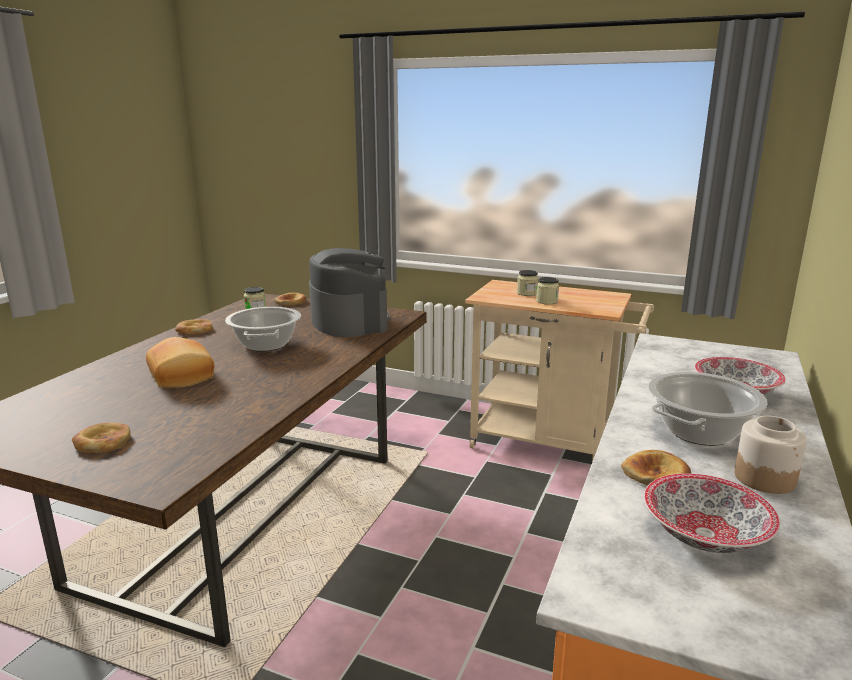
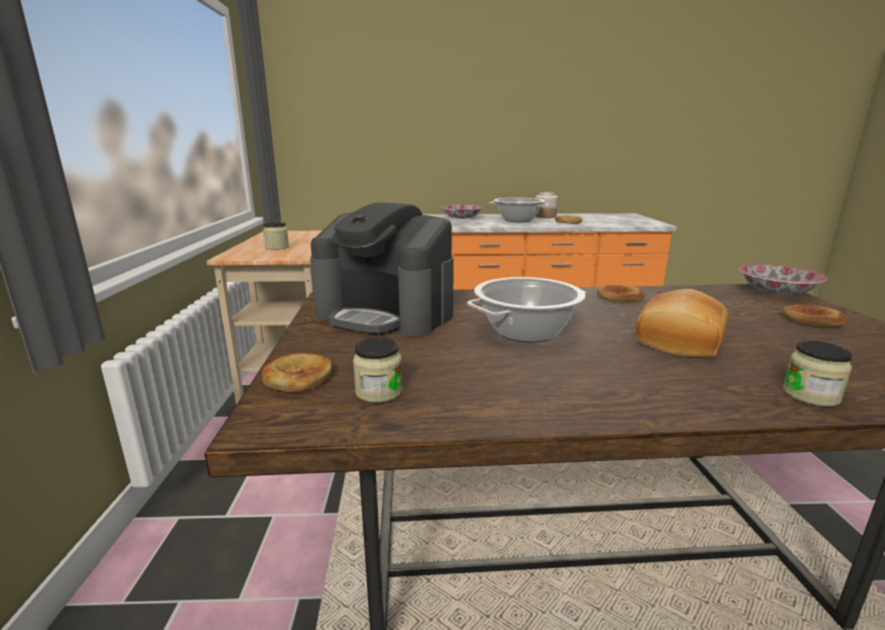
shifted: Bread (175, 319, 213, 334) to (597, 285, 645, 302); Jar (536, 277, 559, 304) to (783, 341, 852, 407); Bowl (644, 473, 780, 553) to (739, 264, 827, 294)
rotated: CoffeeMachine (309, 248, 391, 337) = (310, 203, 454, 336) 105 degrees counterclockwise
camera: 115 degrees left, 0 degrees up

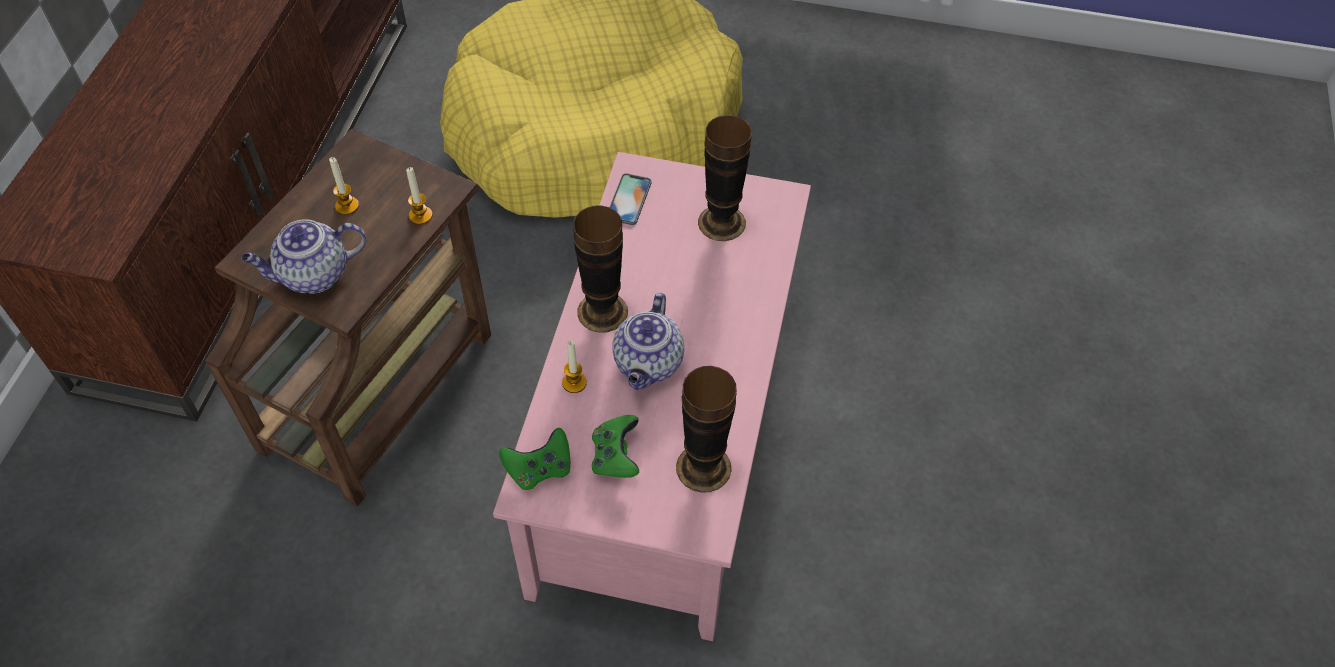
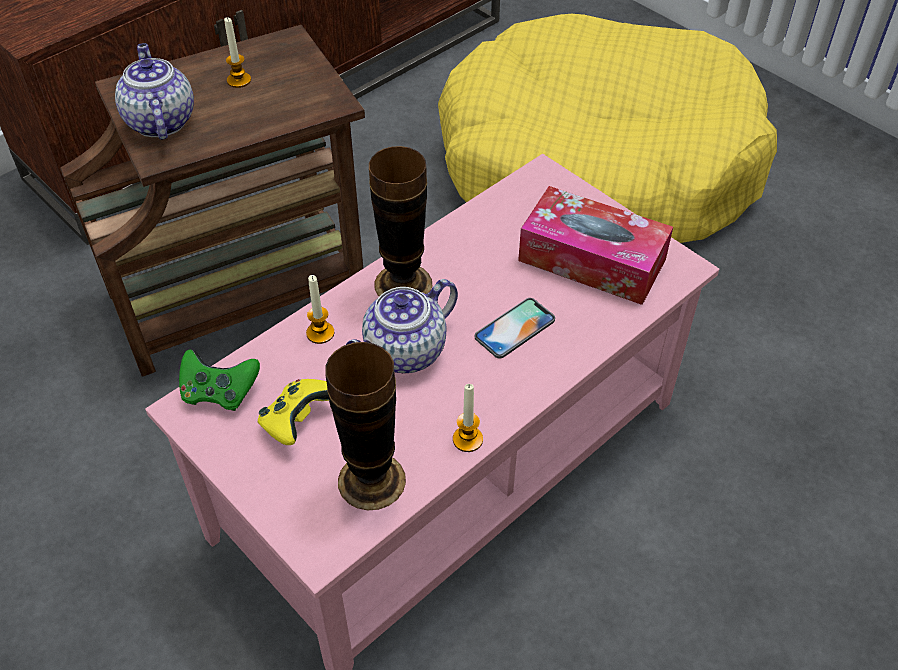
shifted: Candle (406, 167, 433, 225) to (453, 384, 483, 452); Phone (609, 173, 651, 225) to (475, 298, 555, 359)
swapped: Vase (698, 115, 752, 241) to TissueBox (518, 186, 673, 305)
repainted: GreenGameController (592, 415, 639, 478) to YellowGameController (257, 379, 329, 445)
rotated: Teapot (241, 219, 366, 294) = (115, 43, 194, 140) 60 degrees clockwise
camera: 35 degrees right, 5 degrees down

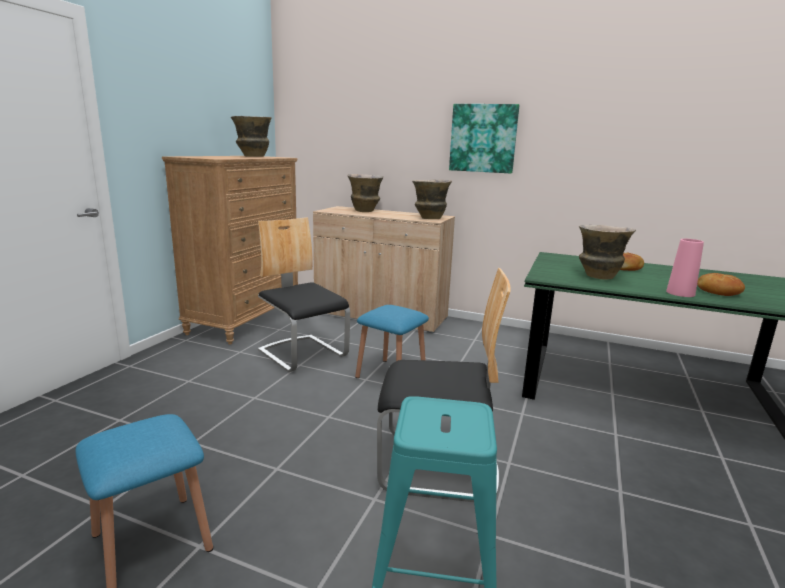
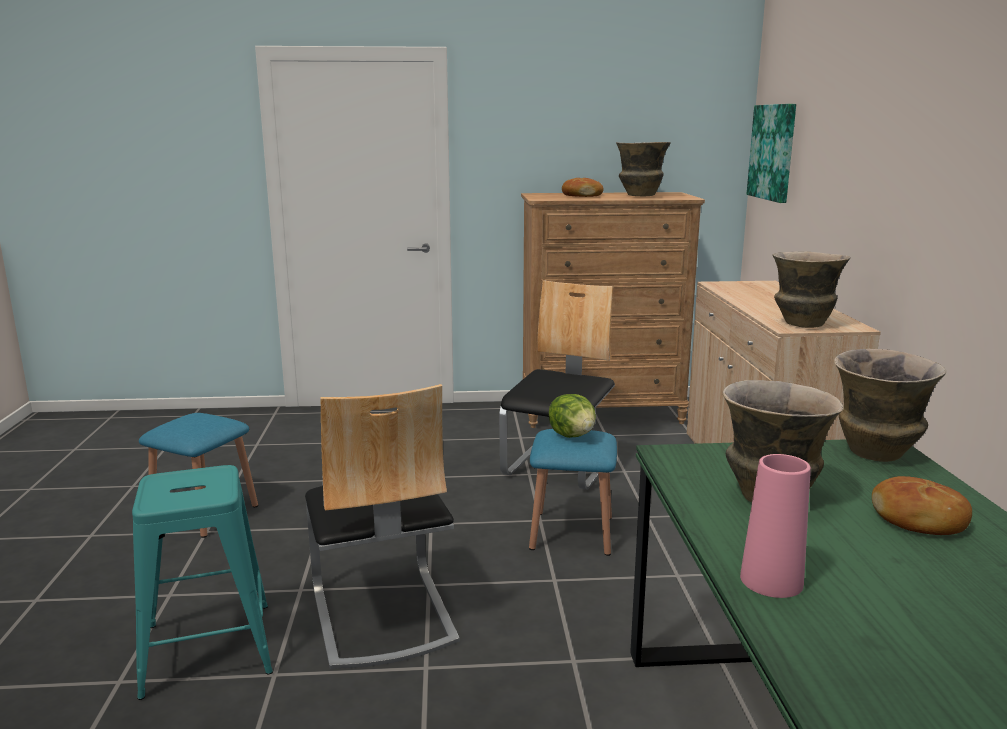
new: Lettuce (549, 394, 596, 438)
shifted: Vase (347, 174, 384, 212) to (834, 349, 946, 462); Picture (449, 104, 520, 174) to (747, 104, 796, 203); Bread (697, 273, 745, 296) to (562, 178, 604, 197)
camera: 65 degrees right, 0 degrees up

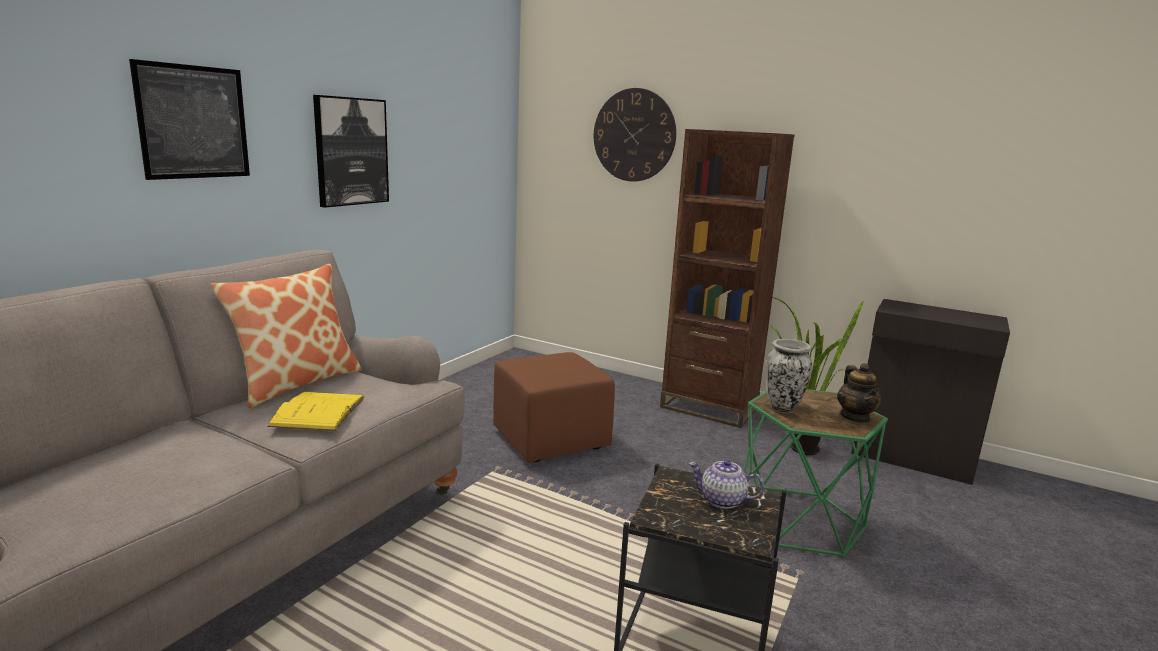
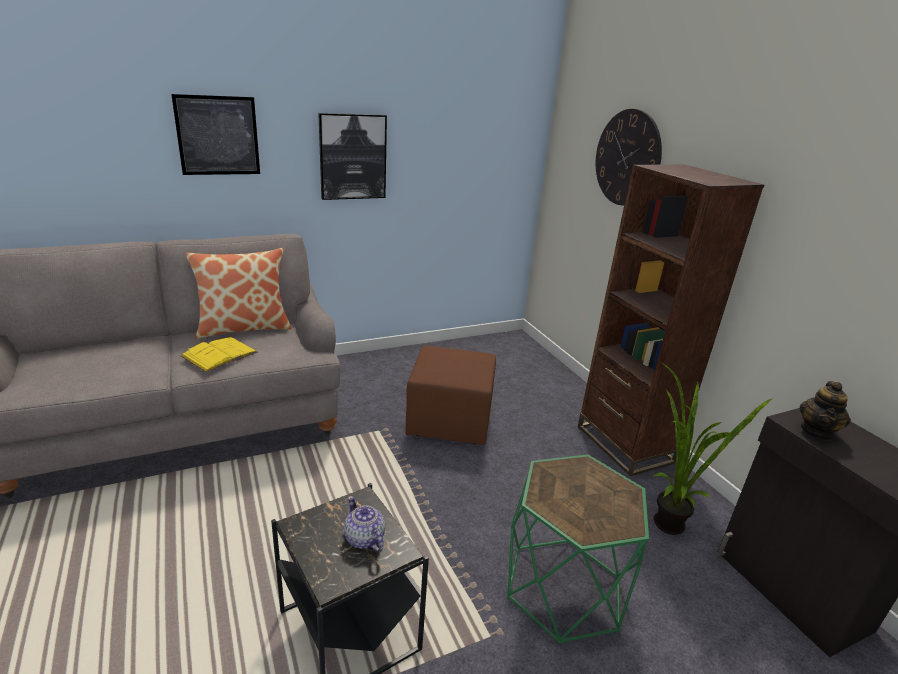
gone: Vase (766, 339, 812, 413)
shifted: Teapot (837, 363, 881, 423) to (800, 381, 851, 441)
camera: 35 degrees right, 10 degrees up

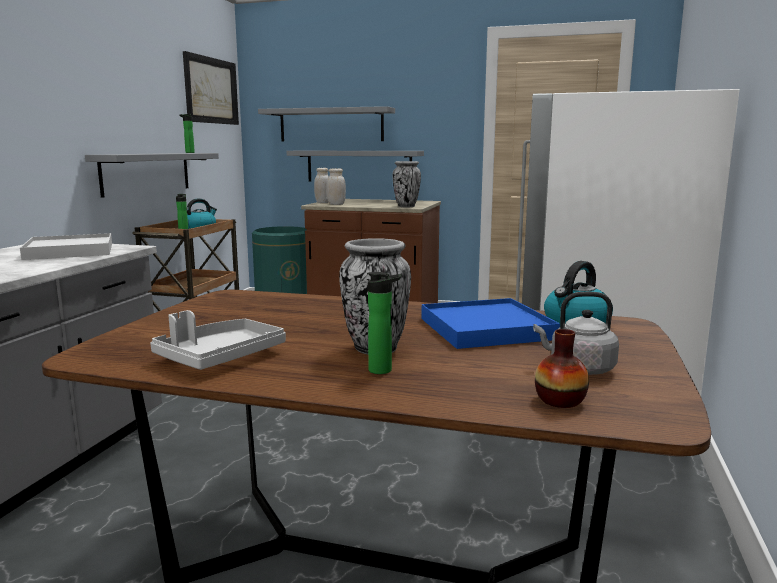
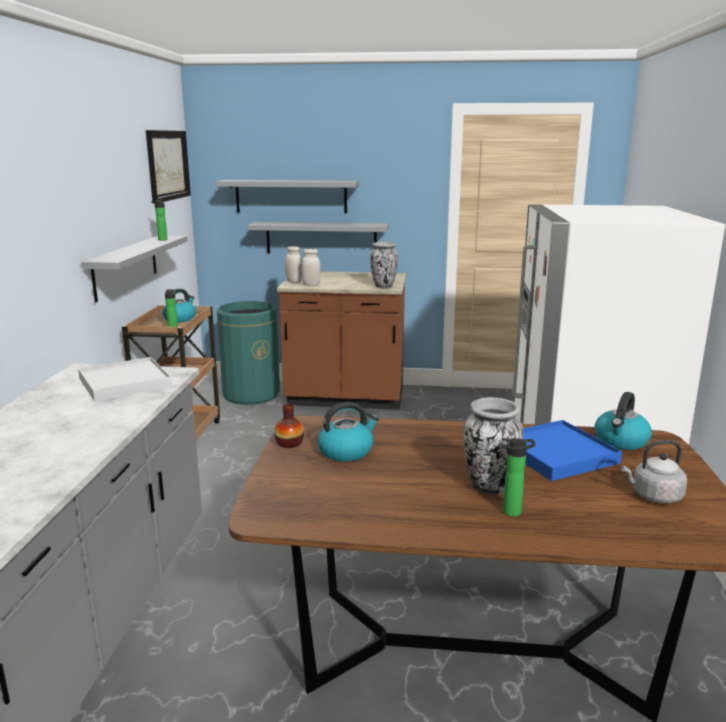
gone: GreyTray (150, 310, 286, 370)
new: Kettle (318, 402, 379, 462)
shifted: Vase (535, 329, 589, 408) to (274, 404, 304, 448)
camera: 10 degrees left, 5 degrees up

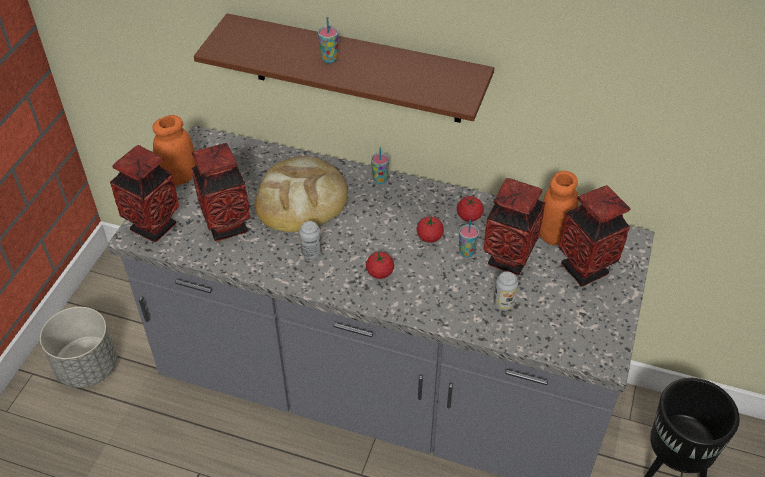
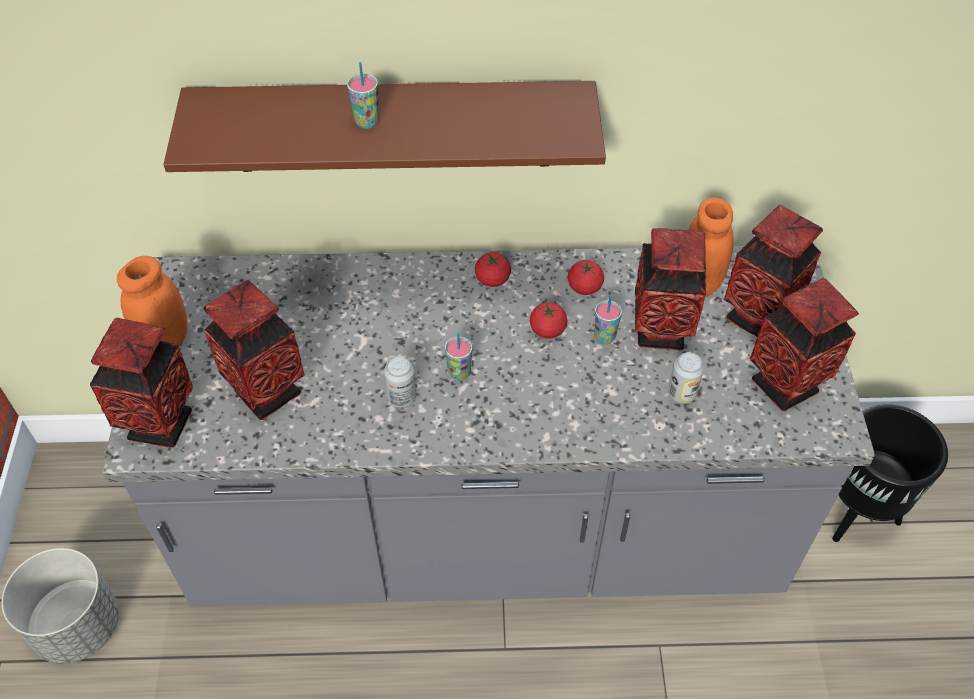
gone: Bread (254, 156, 348, 232)
new: Vase (749, 278, 859, 411)
shifted: Tomato (366, 251, 394, 279) to (475, 252, 511, 287); Cup (371, 147, 389, 184) to (445, 333, 472, 381)
camera: 20 degrees left, 5 degrees up

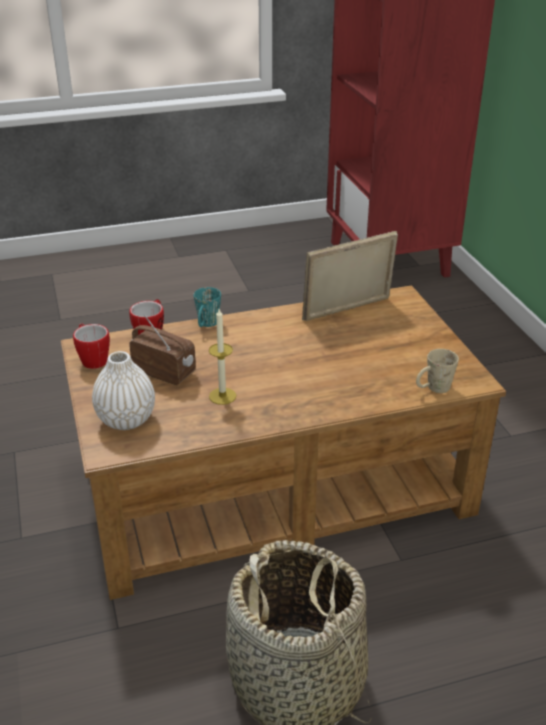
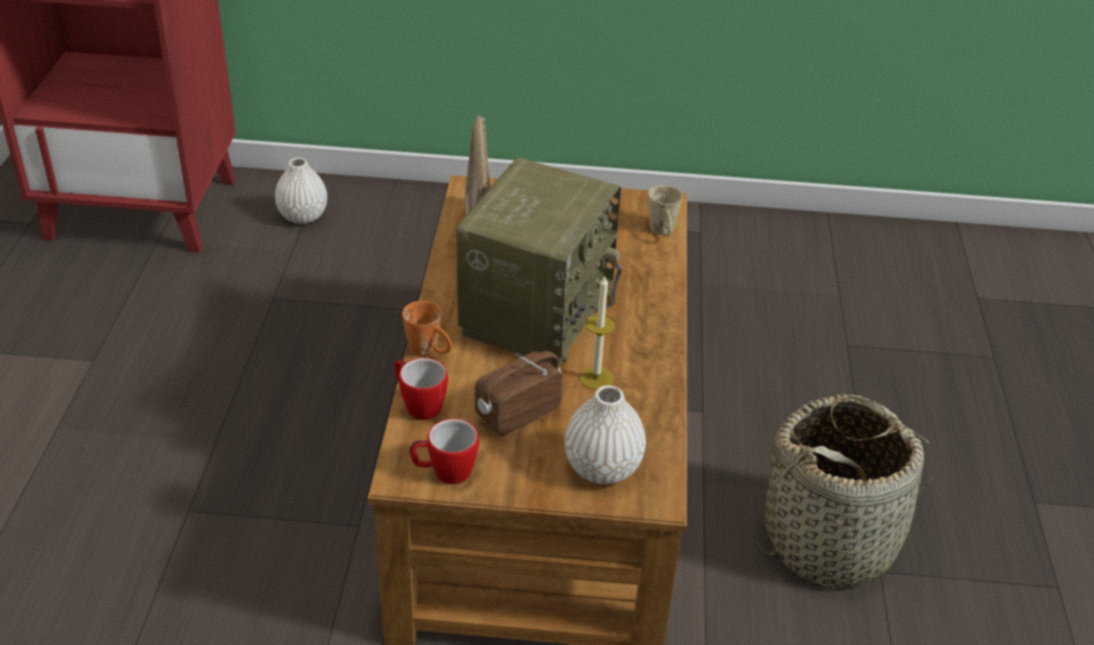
new: WhiteVase (275, 158, 327, 224); Radio (456, 158, 621, 366)
repainted: TurquoiseMug (194, 287, 221, 327) to OrangeMug (402, 301, 452, 357)
camera: 70 degrees left, 5 degrees up

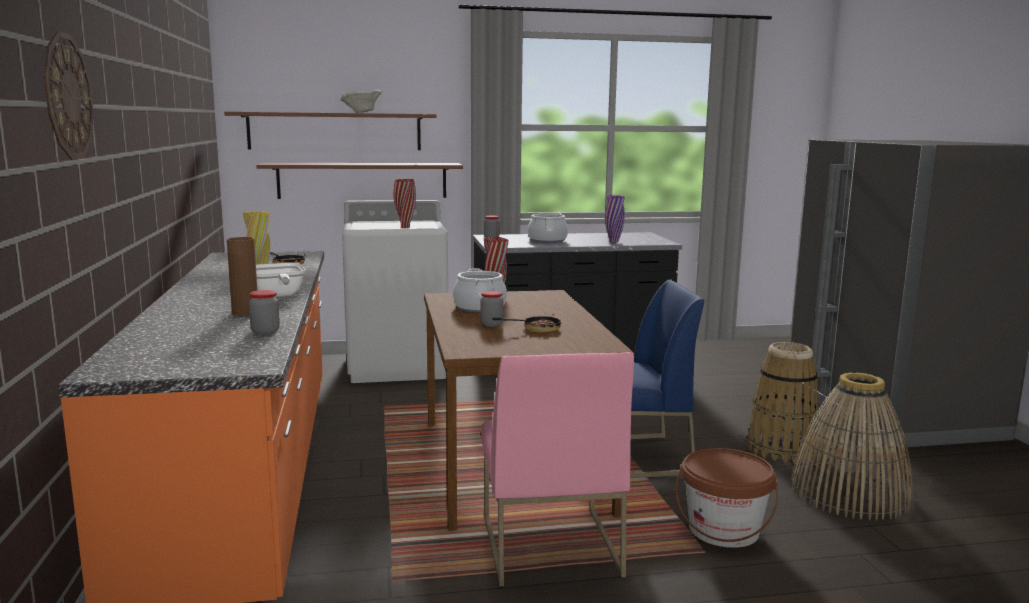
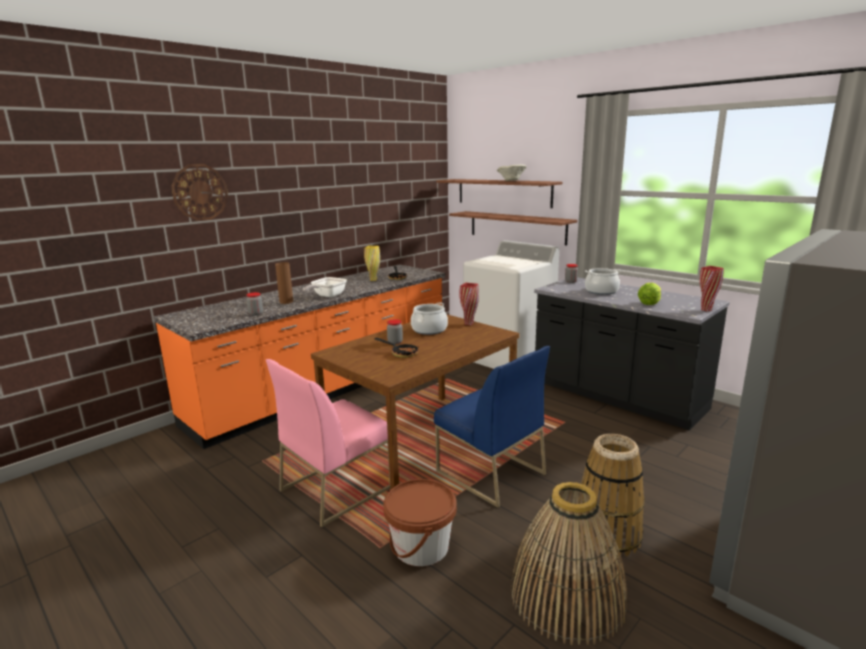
shifted: RedVase (394, 179, 416, 228) to (700, 266, 724, 312)
swapped: PurpleVase (605, 195, 625, 242) to Lettuce (638, 283, 661, 305)
camera: 55 degrees right, 5 degrees up

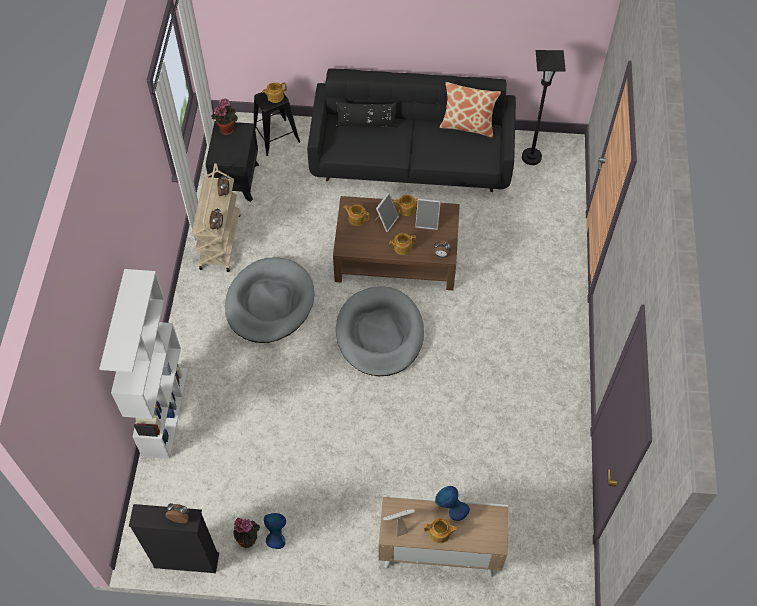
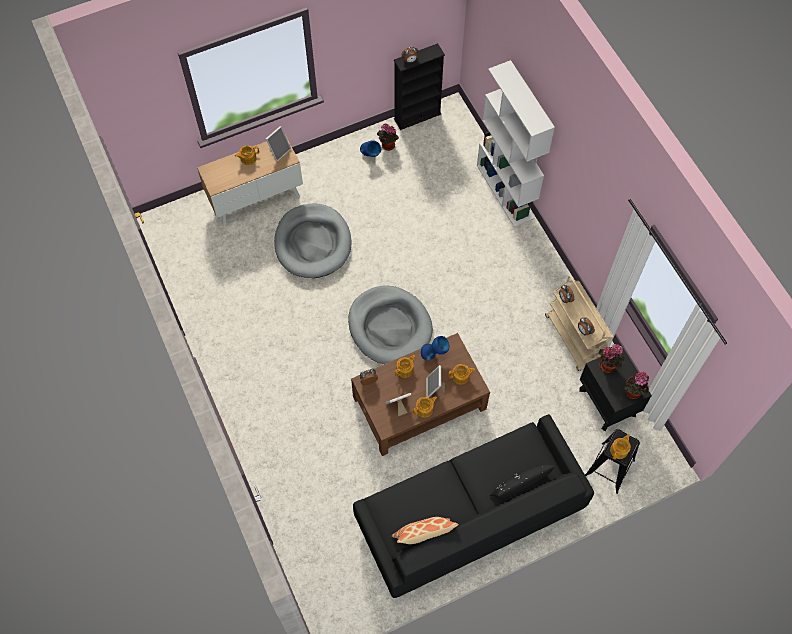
gone: BlackFloorLamp (522, 50, 566, 165)
new: PottedPlant (599, 344, 625, 373)
shifted: GreyDogBed (225, 257, 314, 343) to (274, 203, 352, 278); BlueVase (435, 486, 470, 521) to (421, 336, 449, 360)
camera: 150 degrees right, 5 degrees up

